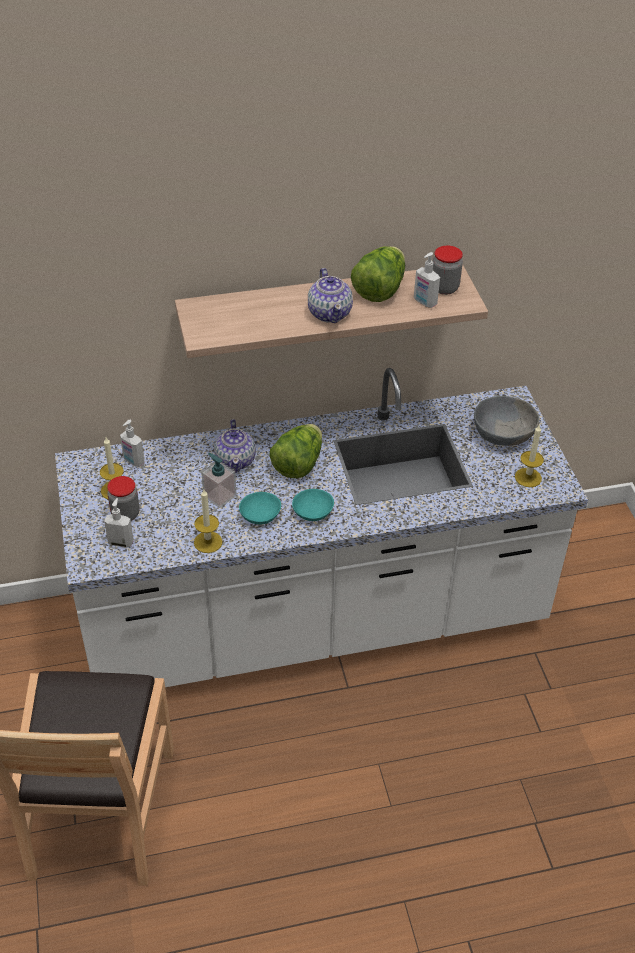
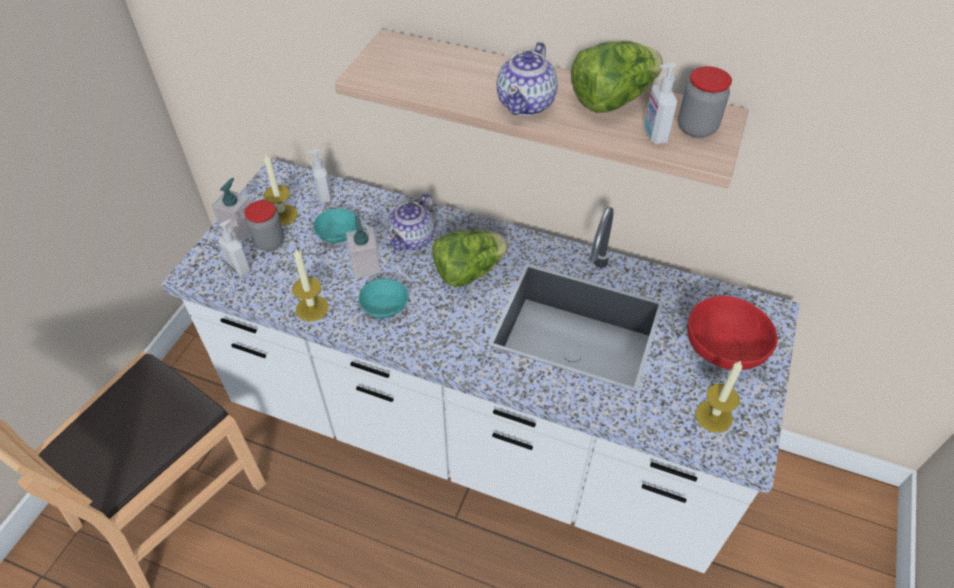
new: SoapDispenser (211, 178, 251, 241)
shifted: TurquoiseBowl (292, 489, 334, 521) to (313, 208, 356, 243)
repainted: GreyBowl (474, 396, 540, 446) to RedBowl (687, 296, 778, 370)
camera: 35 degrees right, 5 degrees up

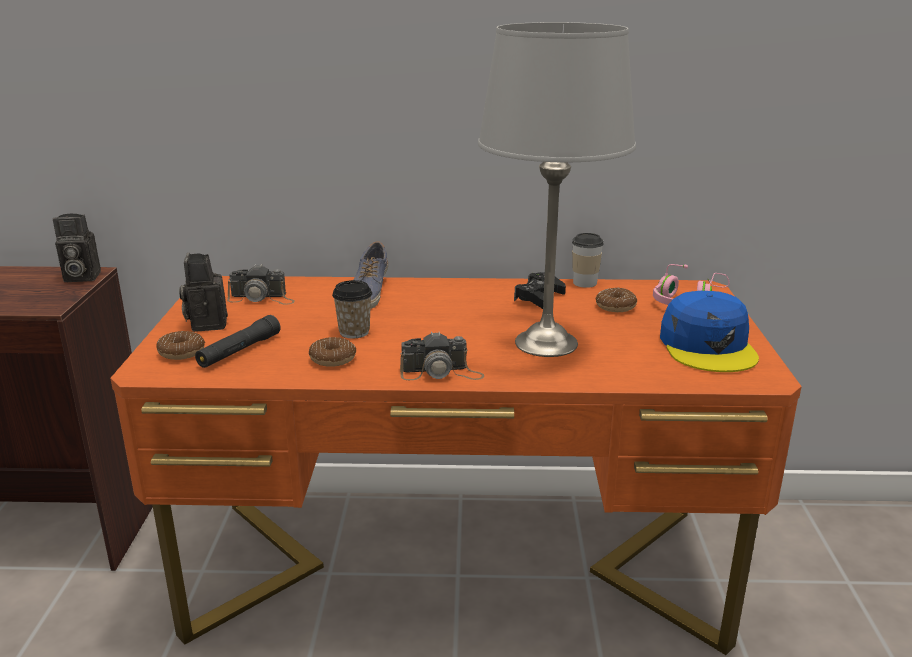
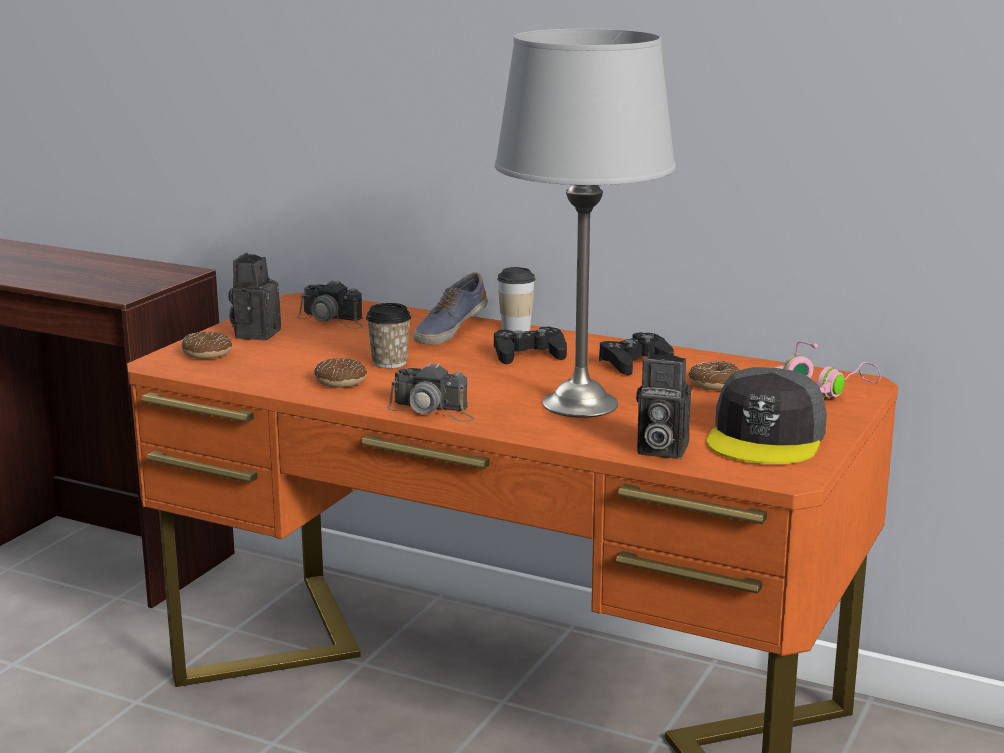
gone: BlackFlashlight (195, 315, 281, 368)
new: BlackGameController (494, 327, 567, 364)
shifted: PhotoCamera (53, 214, 101, 282) to (636, 354, 691, 459); Cup (572, 233, 604, 288) to (497, 267, 535, 332)
repainted: BlueCap (660, 291, 759, 372) to GreyCap (706, 367, 827, 464)
camera: 25 degrees right, 5 degrees down

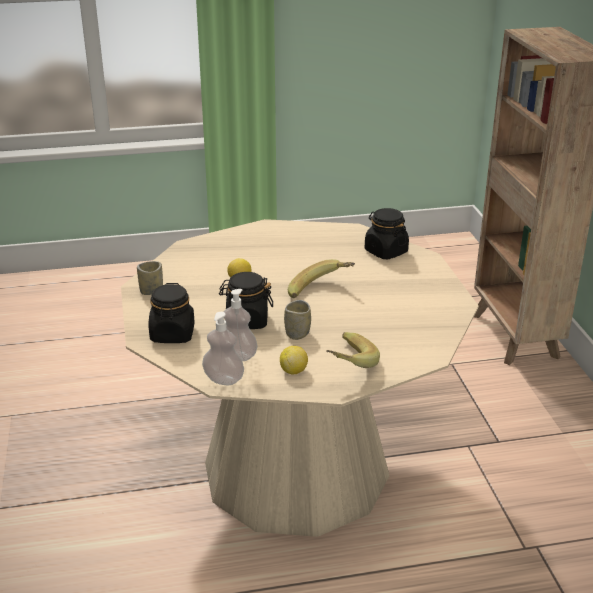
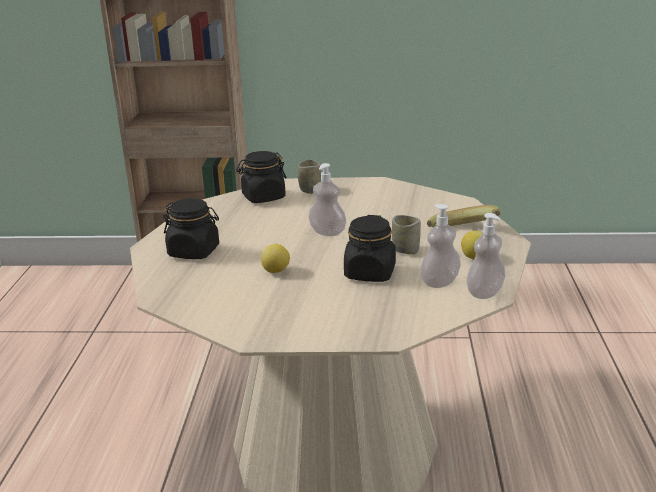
shifted: Cup (137, 261, 163, 295) to (298, 159, 321, 194); BlackJar (149, 283, 195, 343) to (163, 198, 219, 259)
swapped: Banana (288, 259, 355, 298) to SoapDispenser (309, 163, 346, 236)
camera: 75 degrees left, 5 degrees down

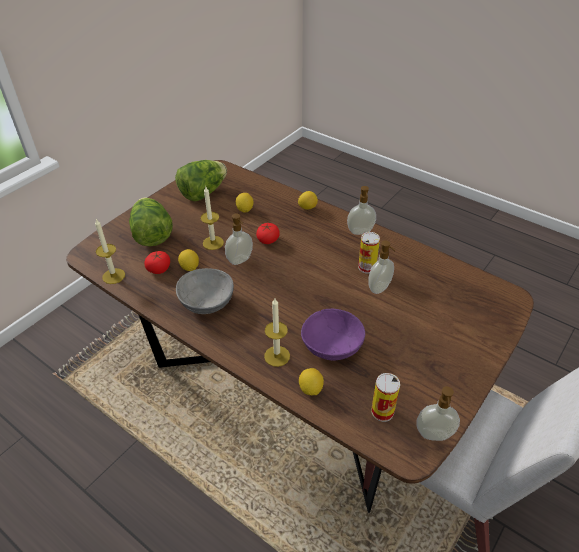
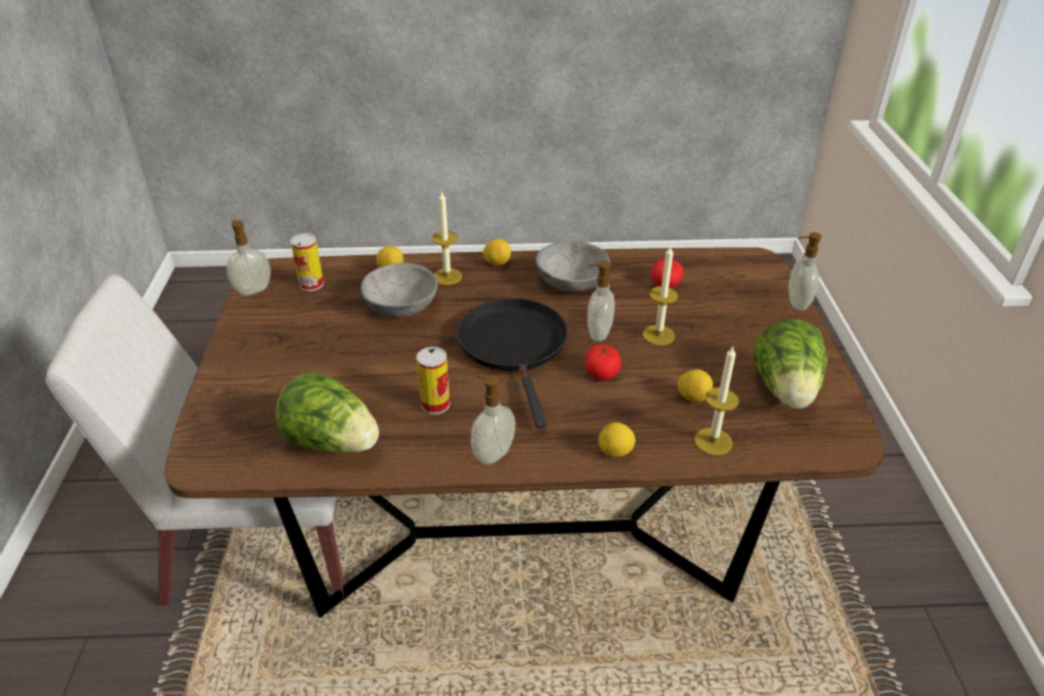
new: BlackFryingPan (457, 298, 567, 429)
shifted: Candle (95, 219, 125, 284) to (694, 347, 739, 455); Lettuce (129, 197, 173, 247) to (276, 372, 379, 453); Lemon (178, 249, 199, 271) to (483, 239, 511, 265); SoapDispenser (368, 240, 396, 294) to (789, 232, 822, 310)
repainted: PurpleBowl (301, 309, 365, 360) to GreyBowl (361, 263, 438, 318)
camera: 140 degrees right, 5 degrees down

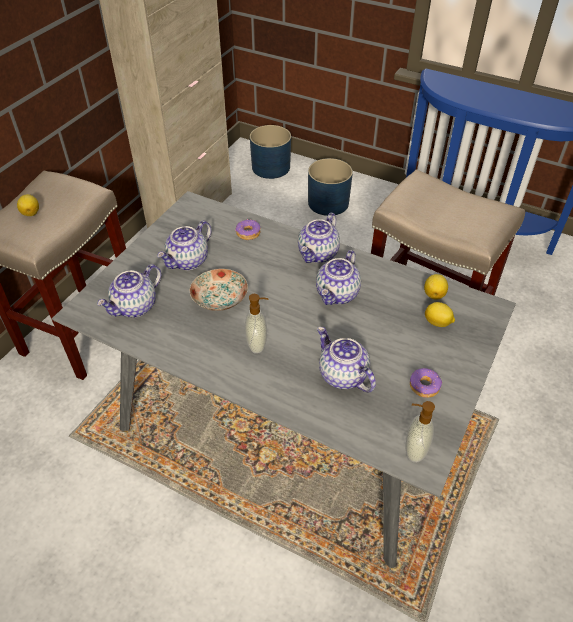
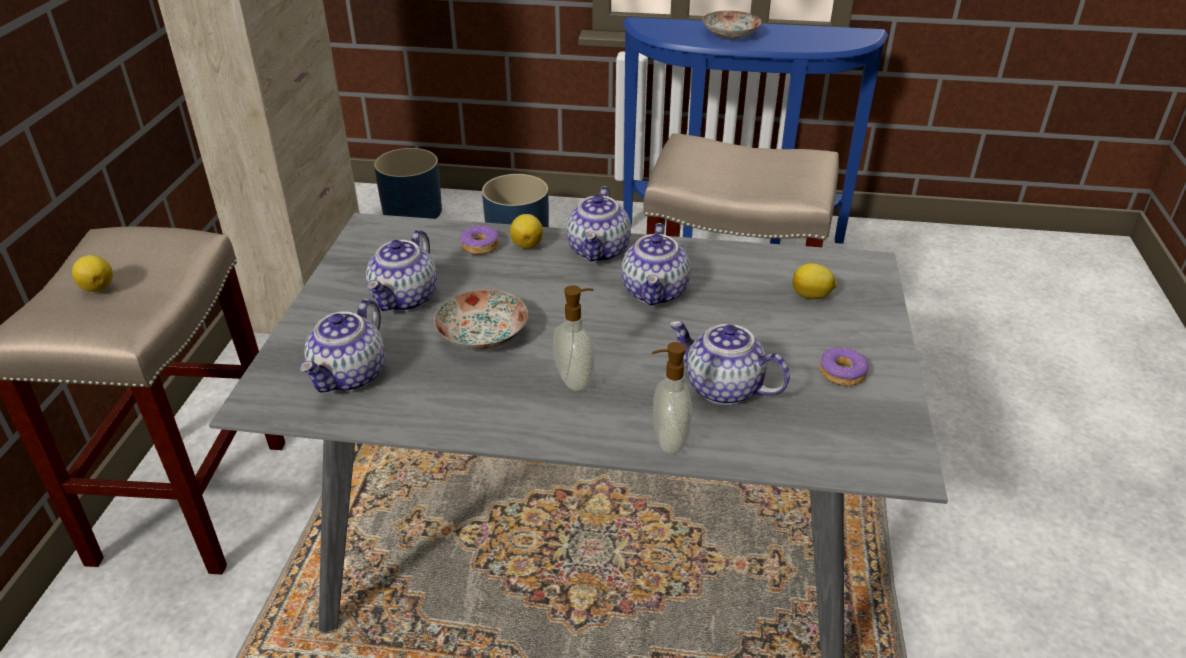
new: Plate (702, 10, 761, 39)
shifted: SoapDispenser (406, 401, 435, 463) to (652, 342, 692, 454); Lemon (424, 274, 448, 300) to (510, 214, 543, 249)
camera: 20 degrees left, 10 degrees down

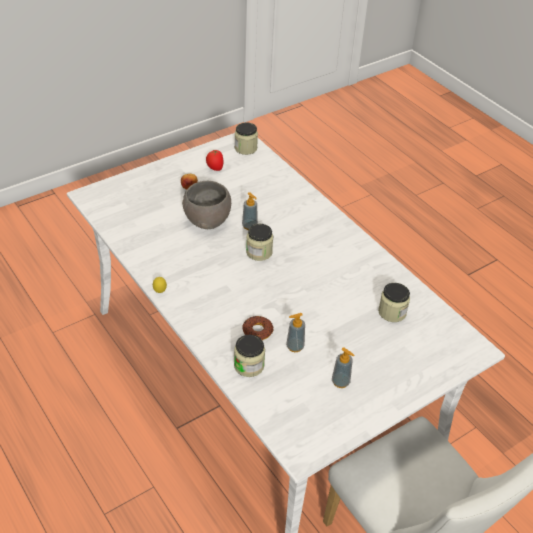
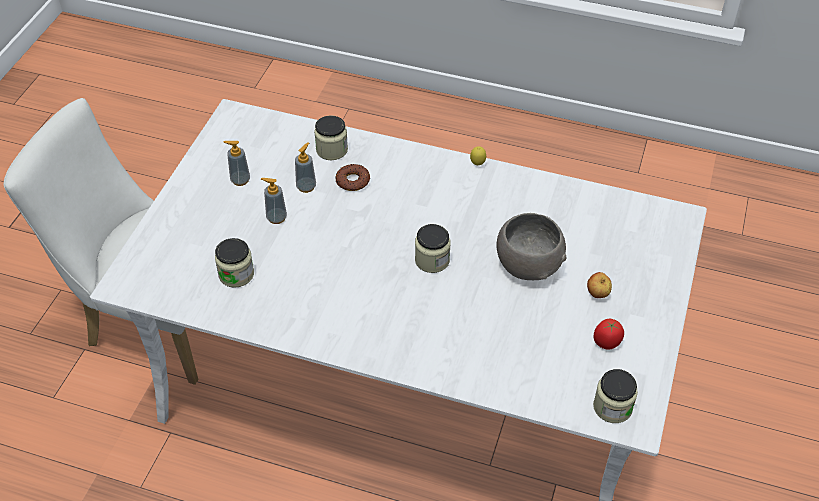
shifted: SoapDispenser (242, 192, 258, 230) to (261, 178, 287, 224)
camera: 145 degrees right, 5 degrees up

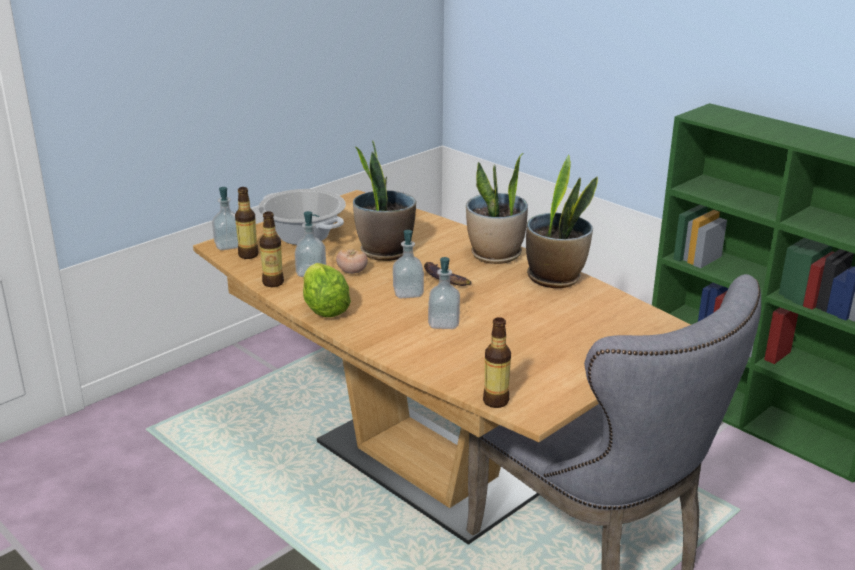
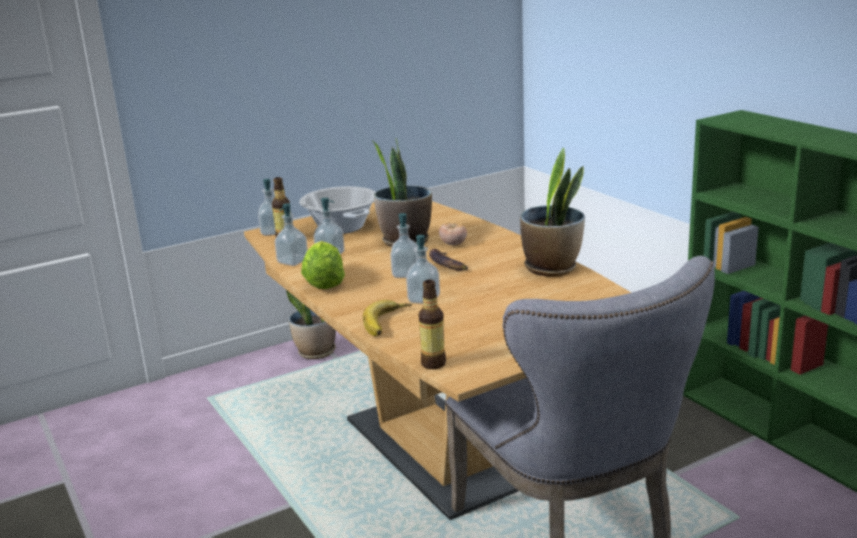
new: Banana (363, 300, 412, 336)
shifted: Tomato (336, 249, 368, 274) to (439, 223, 467, 245); PottedPlant (466, 153, 528, 264) to (286, 290, 336, 359)
swapped: Bottle (260, 211, 284, 287) to SoapDispenser (275, 203, 308, 266)
camera: 15 degrees right, 5 degrees down

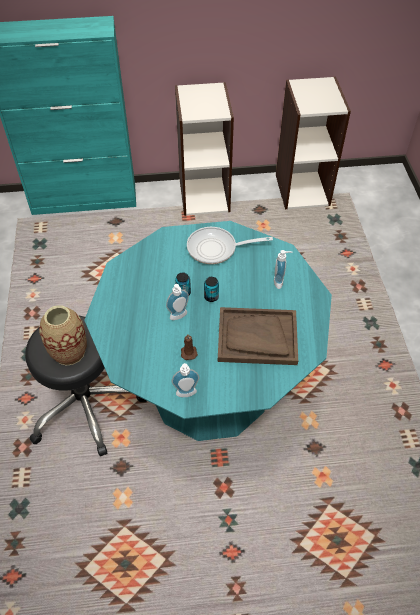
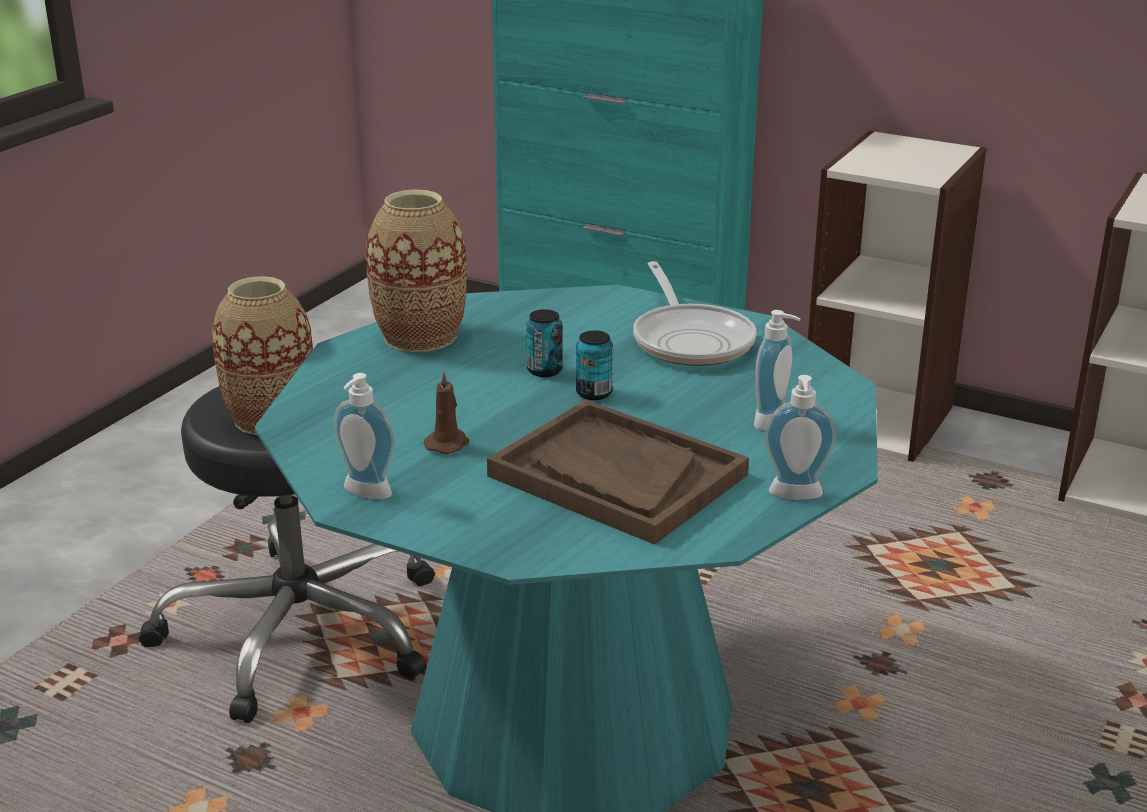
new: Vase (366, 189, 467, 352)
shifted: SoapDispenser (166, 284, 189, 320) to (765, 375, 836, 500)
rotated: FryingPan (187, 227, 273, 264) = (633, 261, 757, 366) 135 degrees counterclockwise
camera: 35 degrees right, 25 degrees down

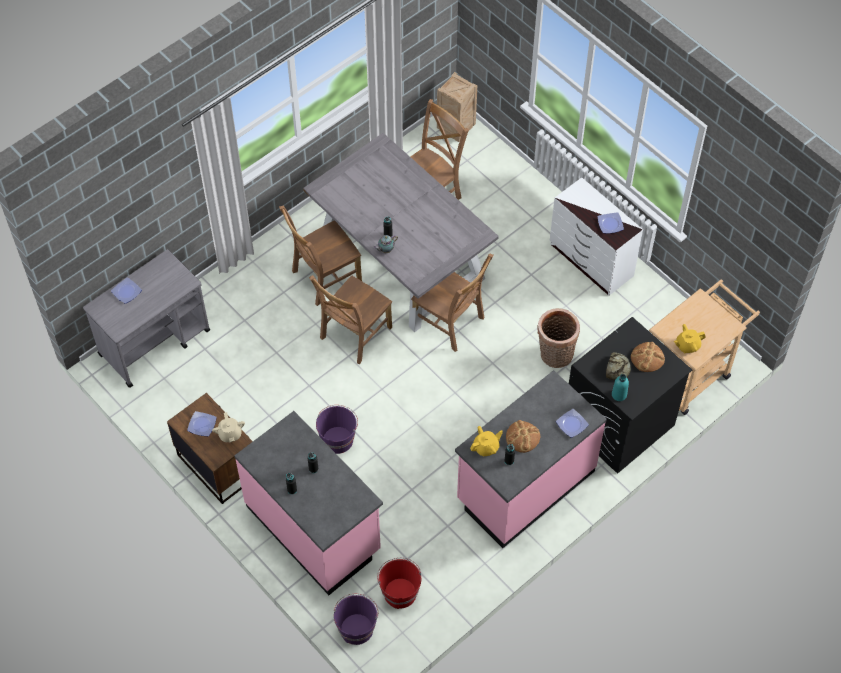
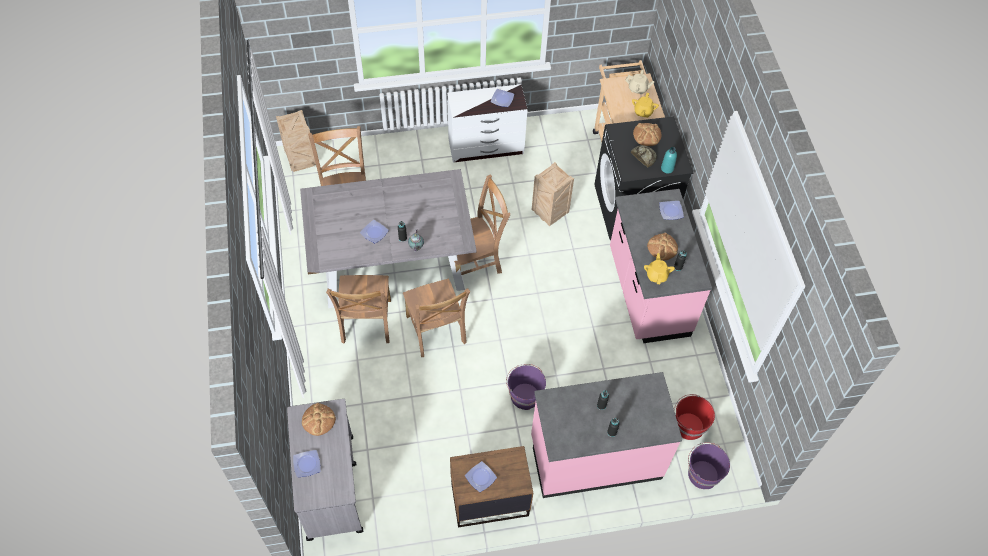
new: Bread (302, 403, 336, 436); Plate (360, 220, 389, 243)
shifted: BeigeTeapot (212, 412, 245, 442) to (625, 70, 654, 94)
swapped: Basket (537, 308, 580, 368) to Crate (532, 162, 574, 226)
camera: 60 degrees left, 0 degrees up

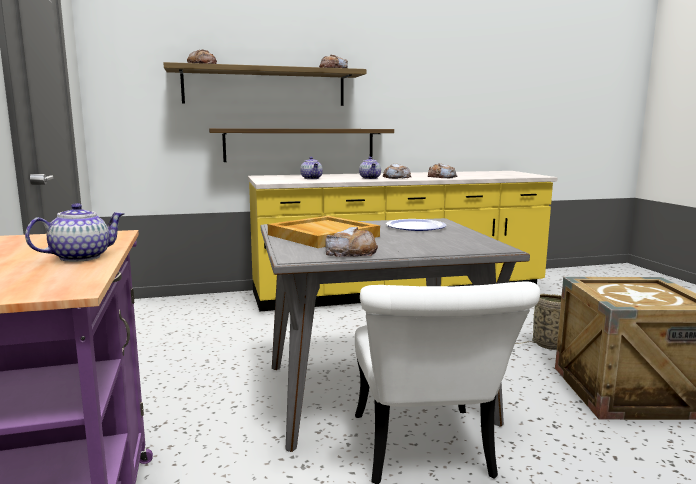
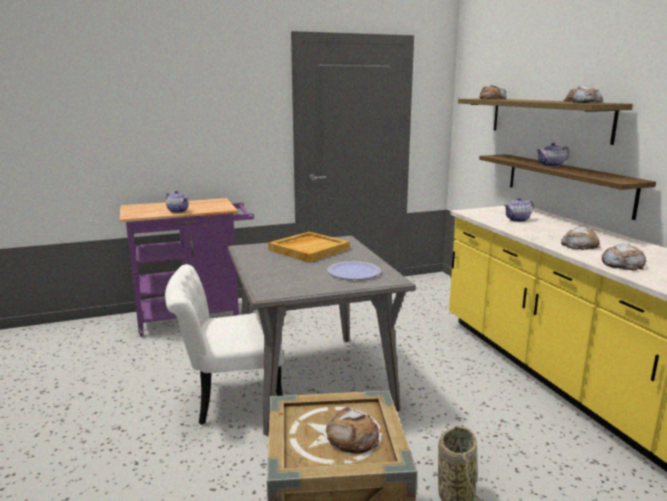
shifted: Bread (325, 227, 378, 257) to (326, 407, 379, 454); Teapot (359, 157, 381, 179) to (536, 143, 569, 167)
camera: 85 degrees right, 5 degrees up

